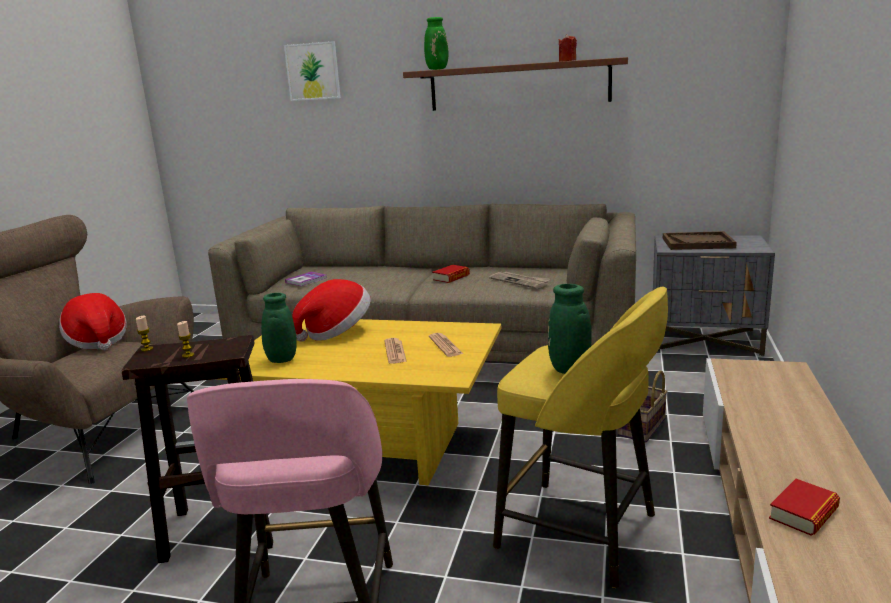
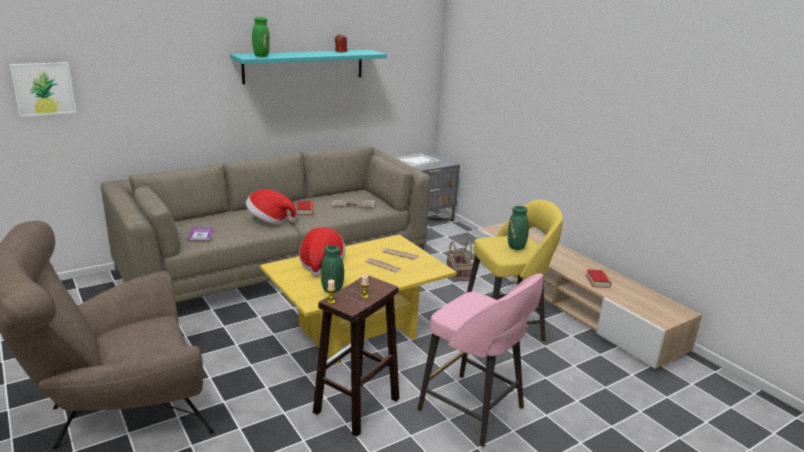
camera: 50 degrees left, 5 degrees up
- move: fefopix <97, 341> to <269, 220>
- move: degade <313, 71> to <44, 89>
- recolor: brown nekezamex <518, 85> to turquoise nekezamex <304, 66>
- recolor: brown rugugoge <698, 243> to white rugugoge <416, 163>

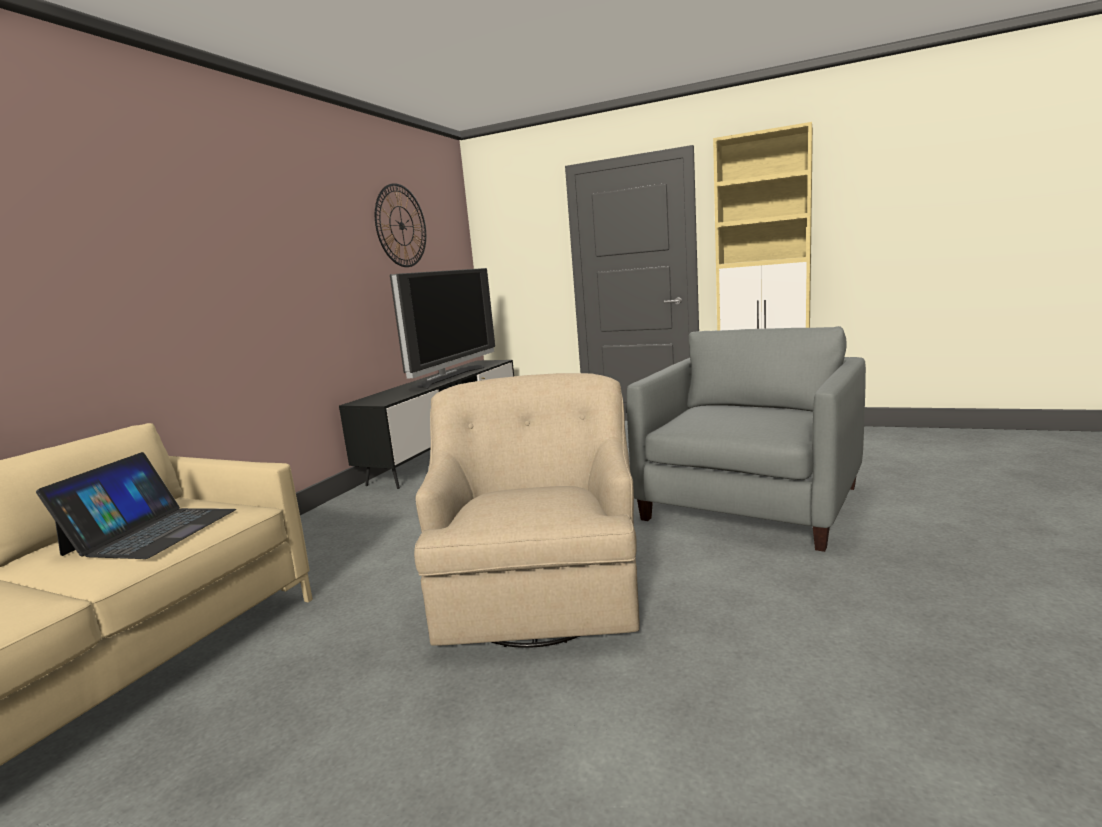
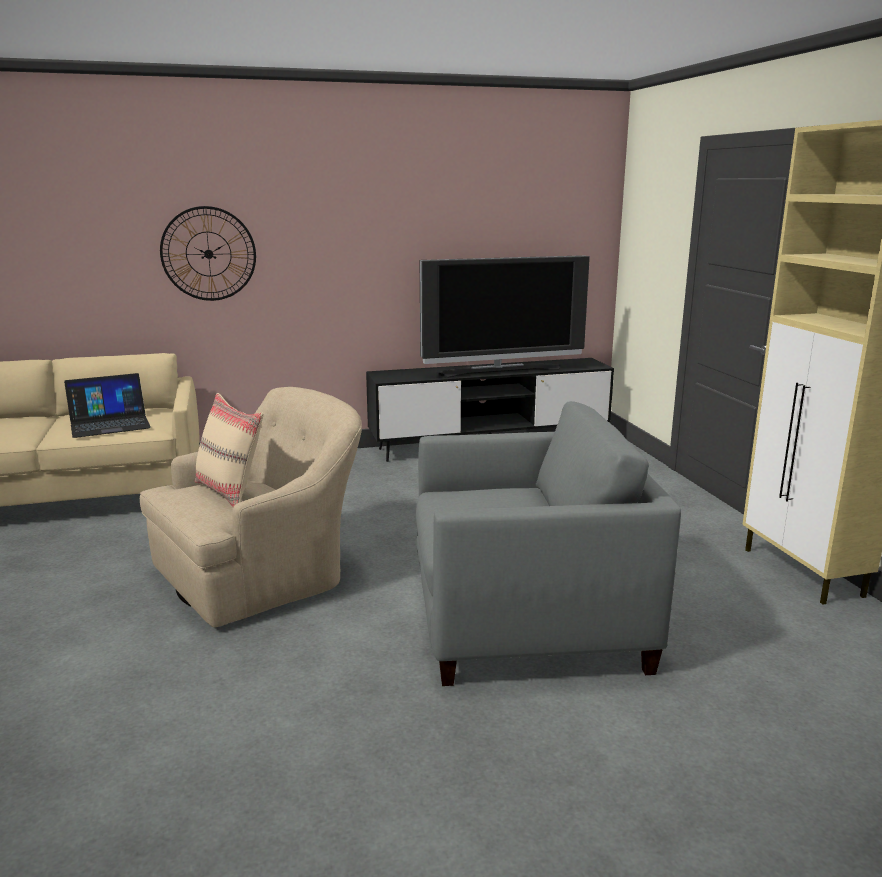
camera: 50 degrees right, 5 degrees up
- move: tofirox <401, 226> to <208, 254>
- insert: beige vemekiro <230, 492>

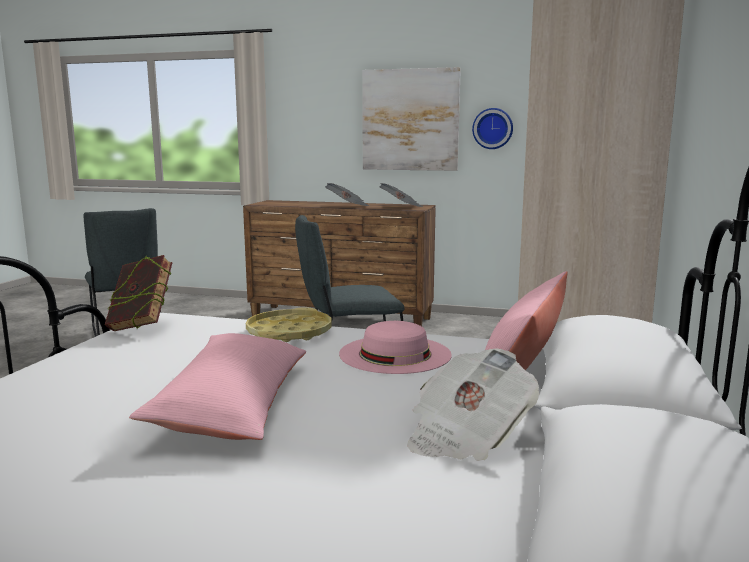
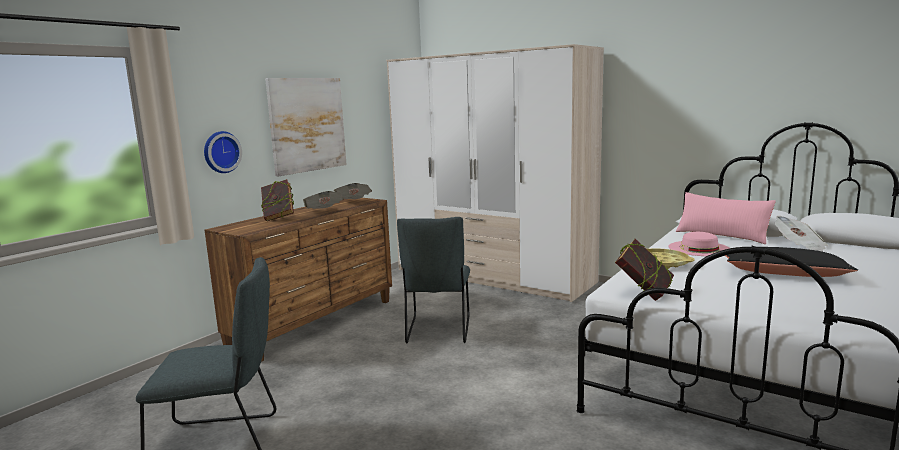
camera: 70 degrees left, 0 degrees up
- recolor: pink vemekiro <233, 404> to black vemekiro <784, 274>
- move: tofirox <492, 128> to <221, 152>
- insert: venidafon <279, 218>

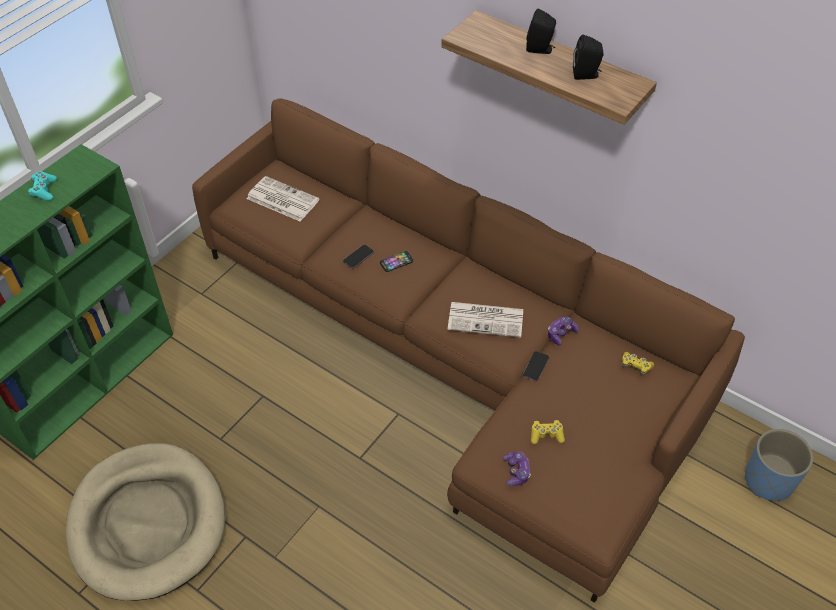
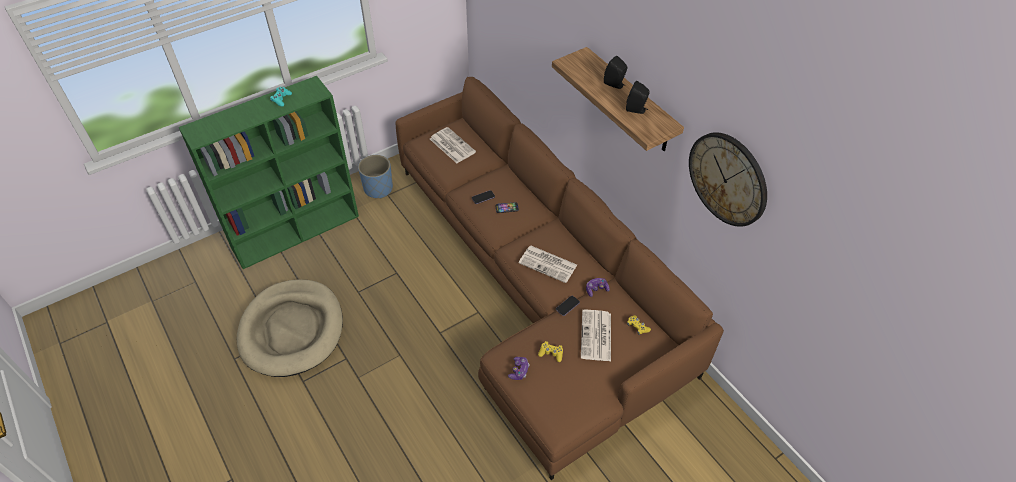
camera: 20 degrees right, 0 degrees up
- move: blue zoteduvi <768, 480> to <378, 189>
- insert: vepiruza <596, 336>
- insert: tofirox <728, 179>

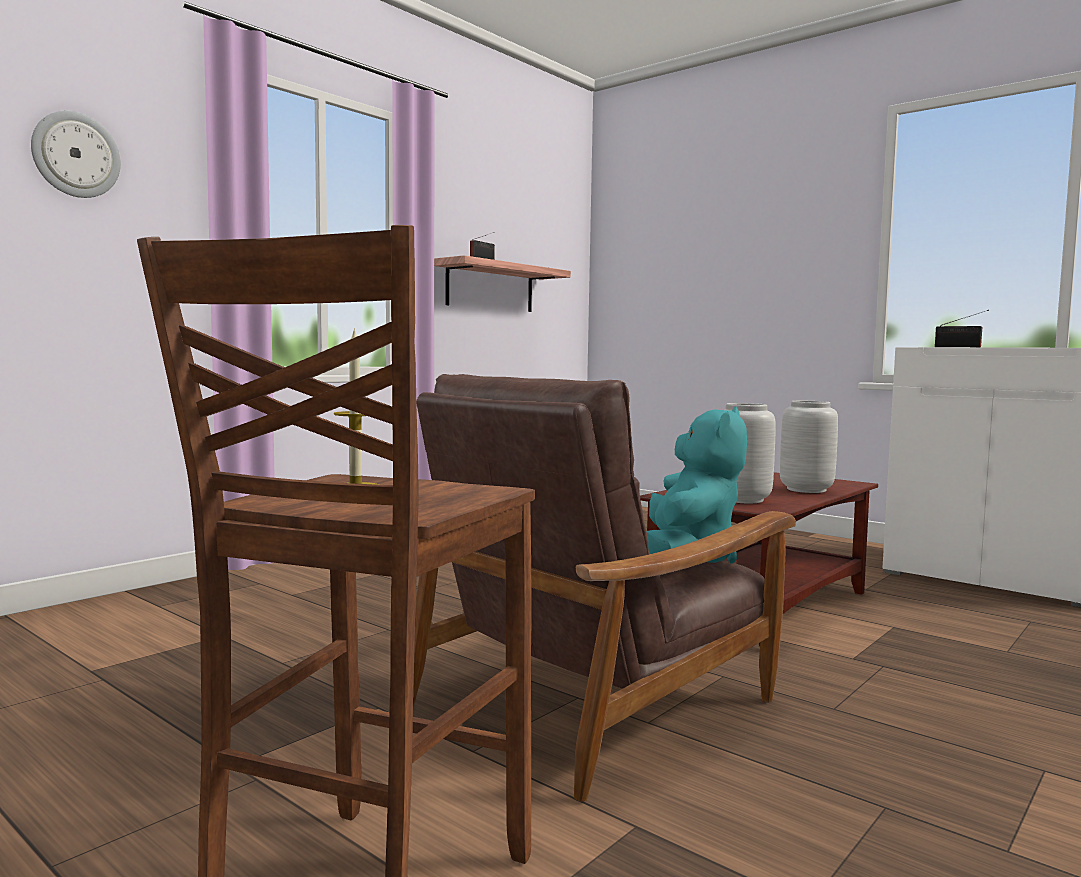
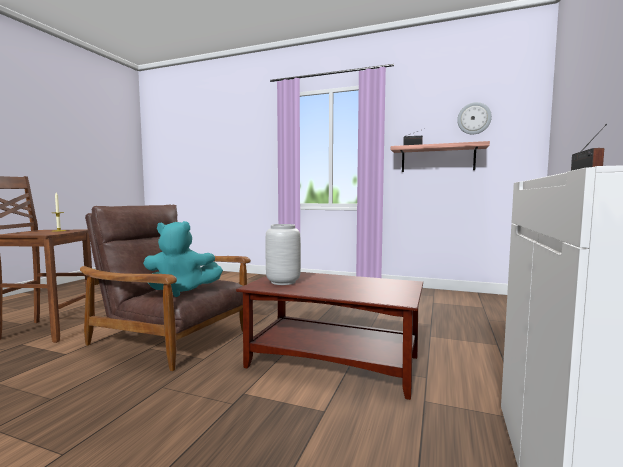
camera: 70 degrees right, 0 degrees up
- move: tofirox <76, 155> to <474, 118>
- delete: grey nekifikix <806, 490>

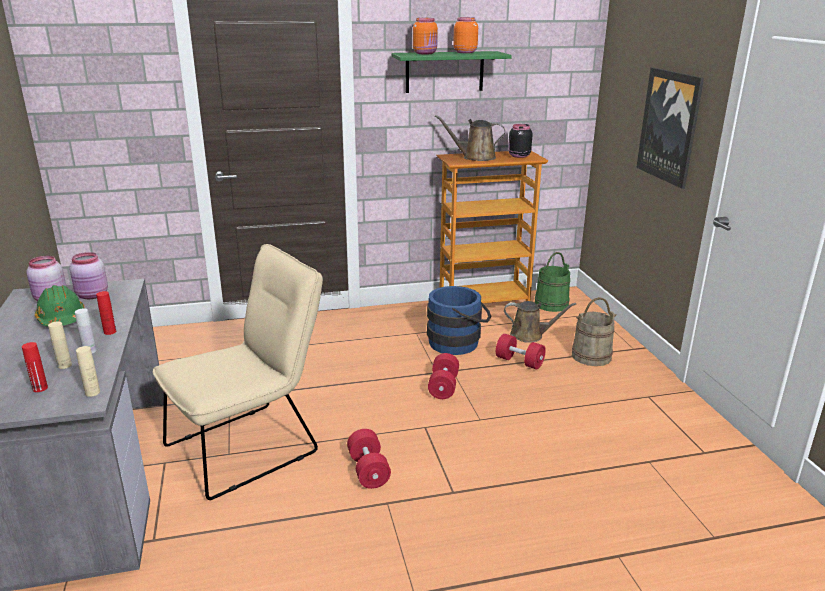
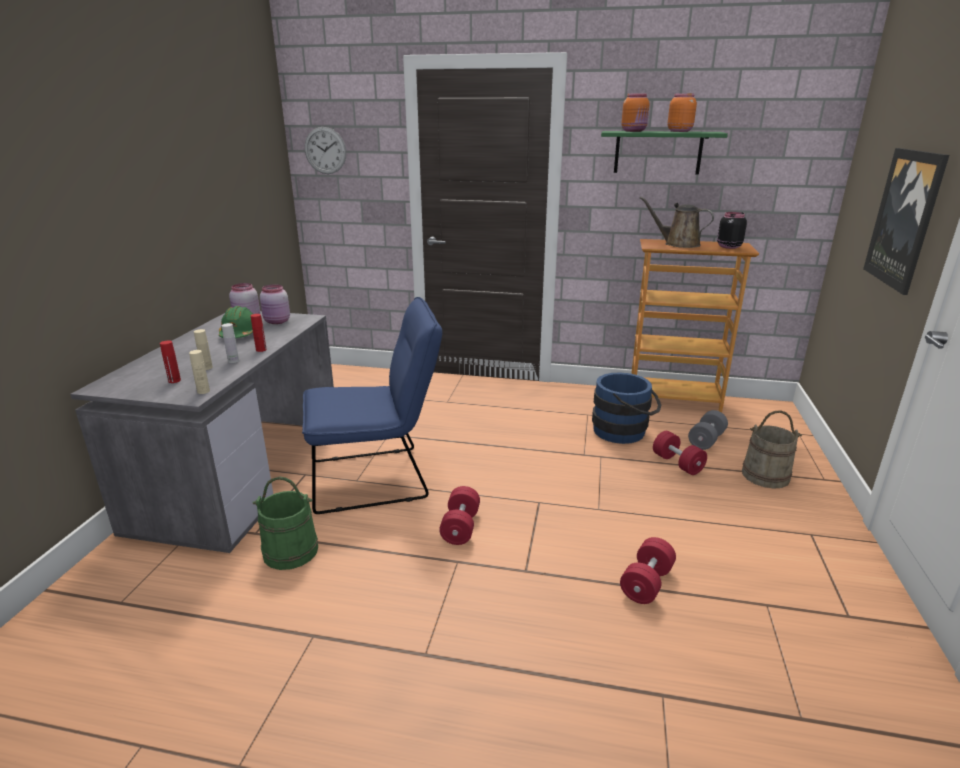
camera: 25 degrees right, 0 degrees up
- recolor: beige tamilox <251, 445> to blue tamilox <378, 478>
- move: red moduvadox <443, 387> to <646, 583>
- replace: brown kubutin <530, 335> to grey moduvadox <706, 440>
- move: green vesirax <551, 304> to <291, 551>
- insert: tofirox <325, 150>

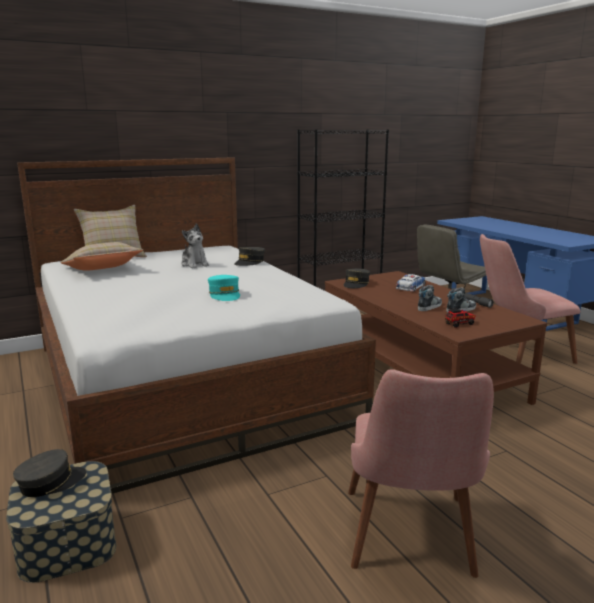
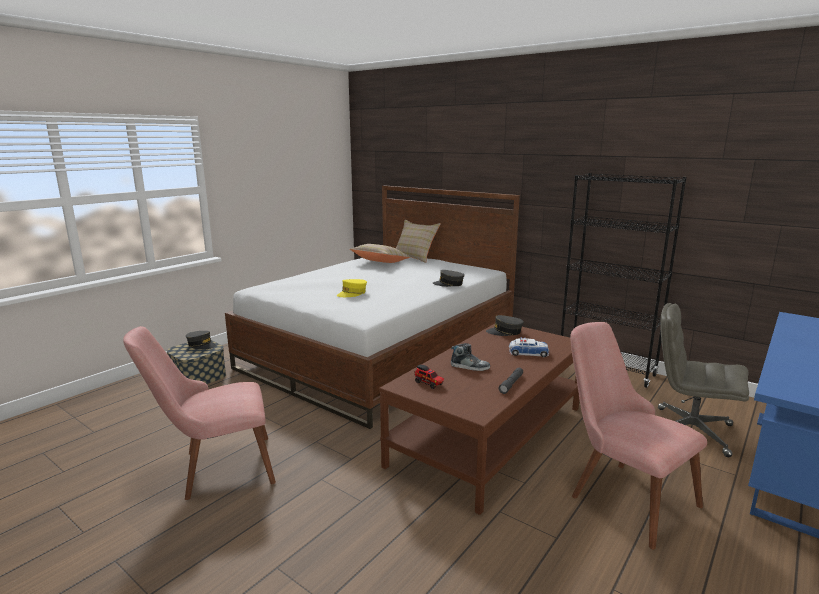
camera: 65 degrees right, 0 degrees up
- delete: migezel <194, 264>
- recolor: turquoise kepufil <225, 295> to yellow kepufil <352, 293>
- delete: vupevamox <461, 309>

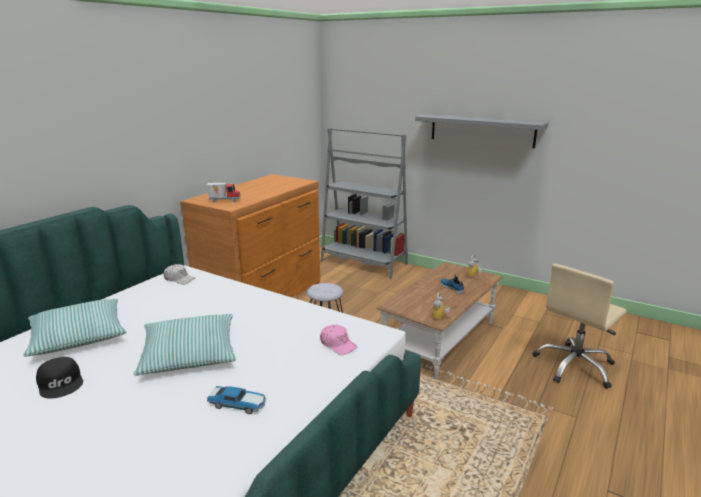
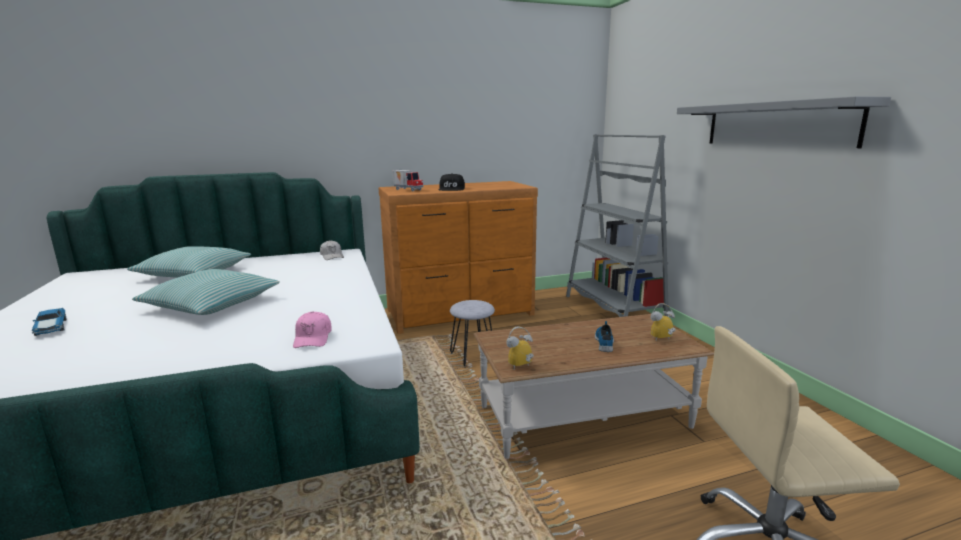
camera: 40 degrees right, 5 degrees down
- move: black kepufil <61, 383> to <452, 189>
- move: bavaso <238, 404> to <51, 327>

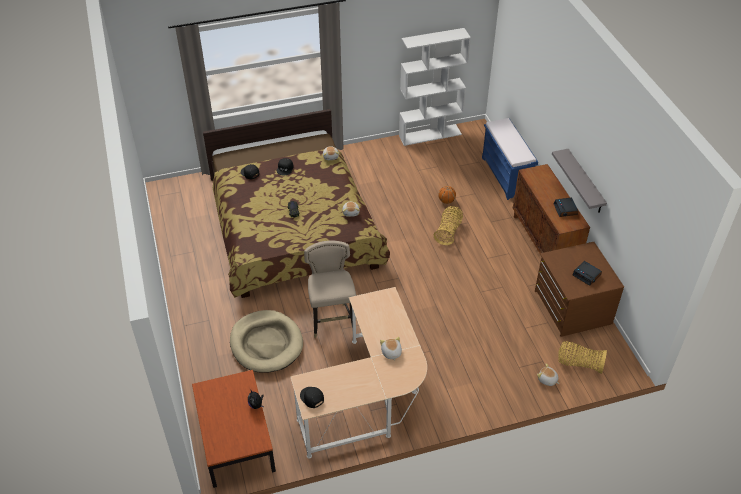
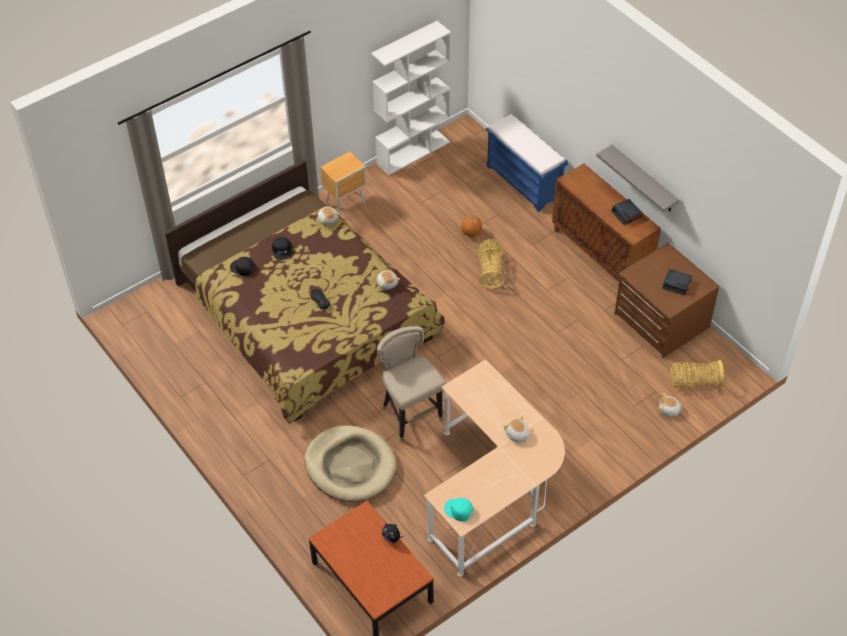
camera: 20 degrees left, 5 degrees up
- recolor: black kepufil <311, 397> to turquoise kepufil <458, 510>
- insert: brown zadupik <346, 204>

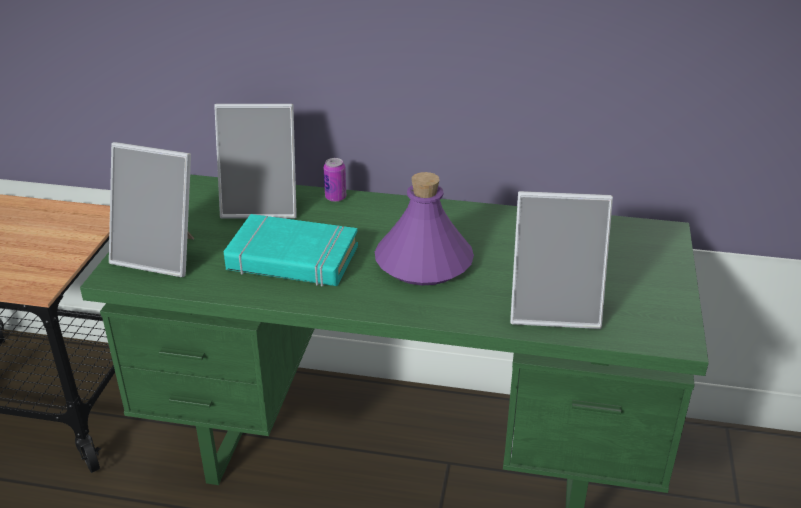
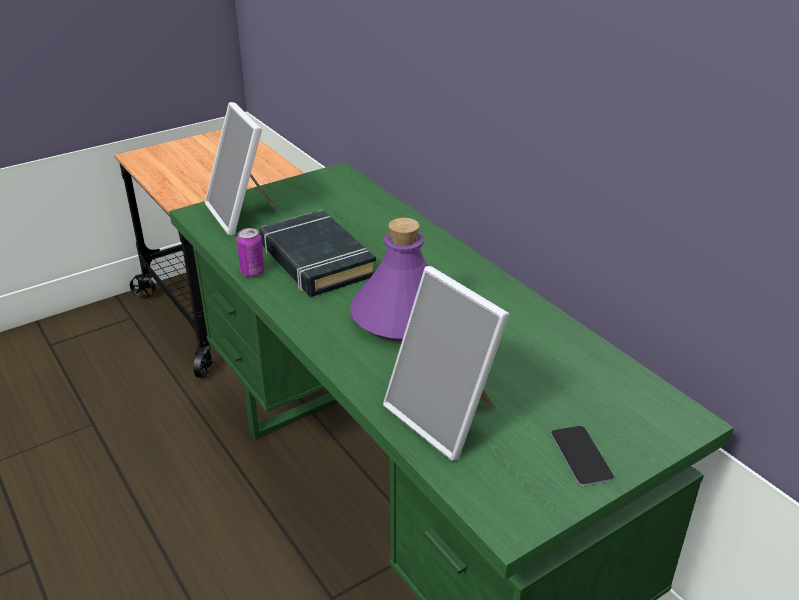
camera: 45 degrees right, 0 degrees up
- delete: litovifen <262, 205>
- recolor: turquoise venidafon <292, 259> to black venidafon <316, 260>
- move: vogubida <335, 197> to <252, 272>
- insert: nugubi <581, 456>

